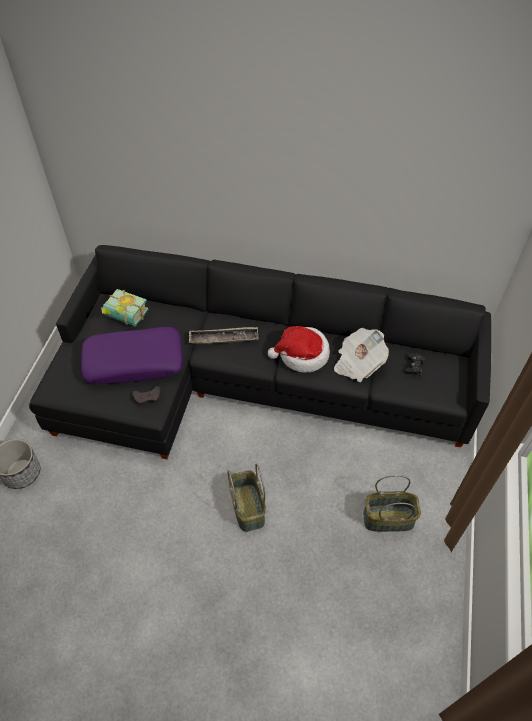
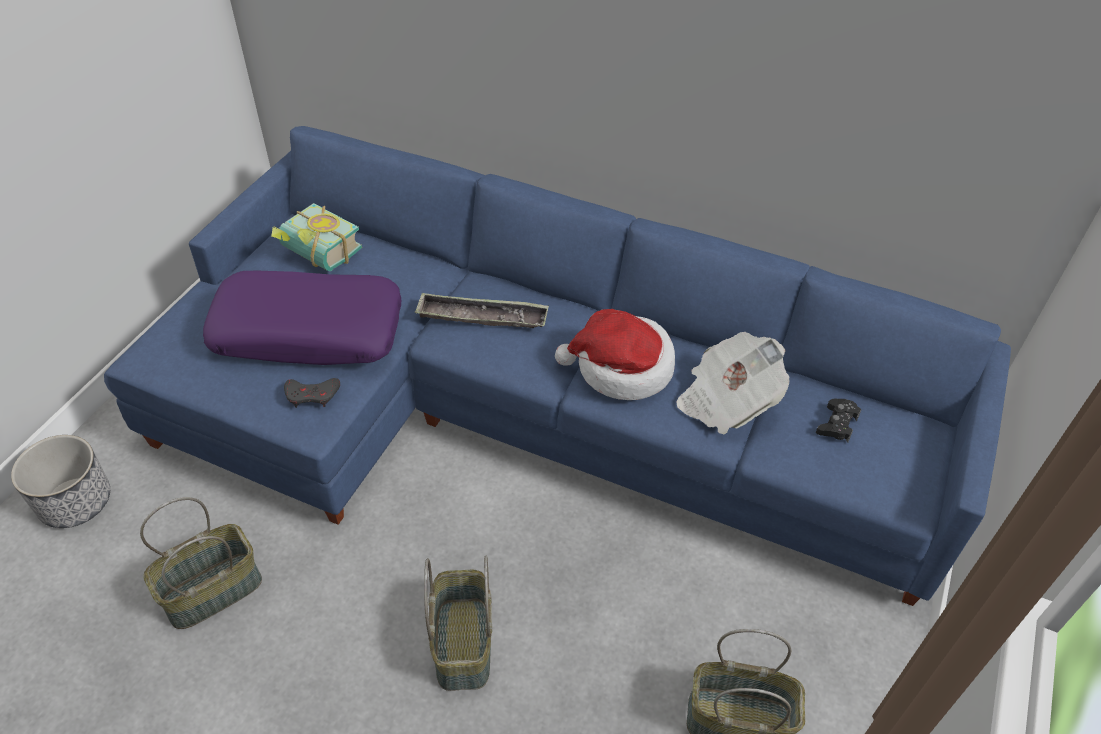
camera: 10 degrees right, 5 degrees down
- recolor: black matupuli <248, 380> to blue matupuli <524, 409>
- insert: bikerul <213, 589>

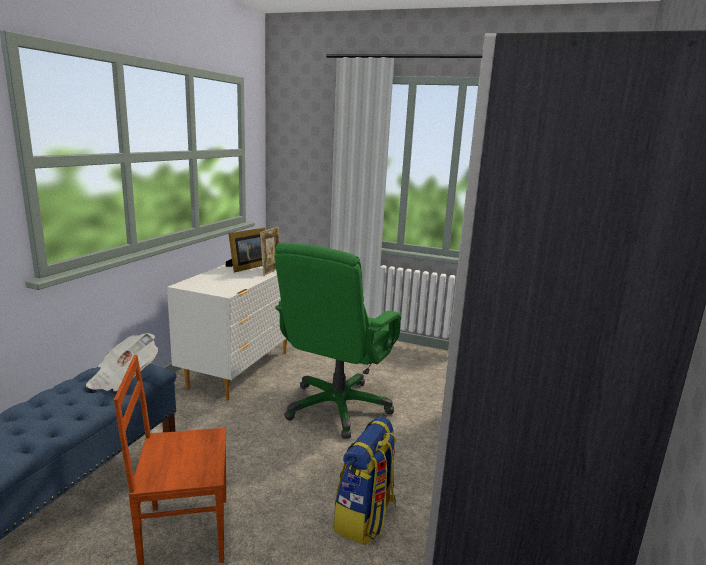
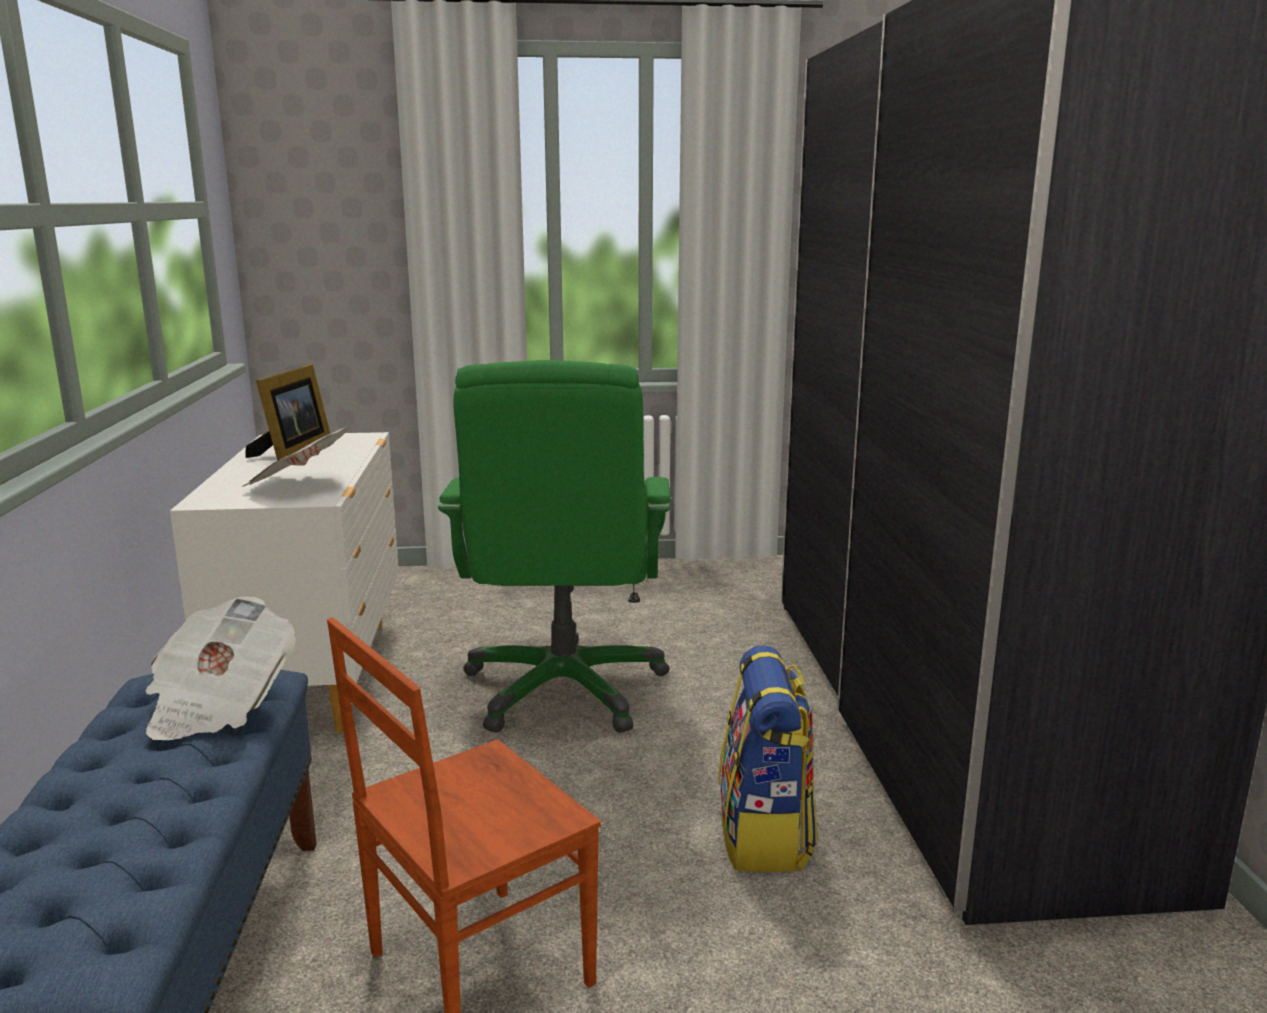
camera: 25 degrees left, 0 degrees up
- delete: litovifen <271, 271>
- insert: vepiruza <299, 485>

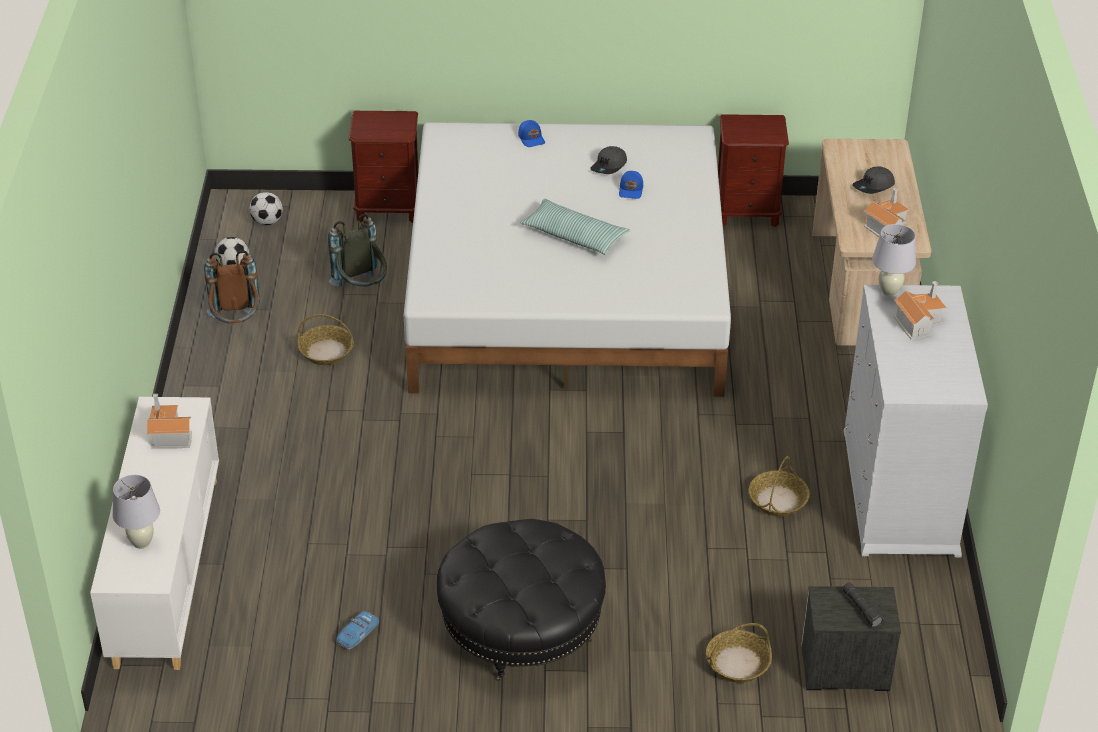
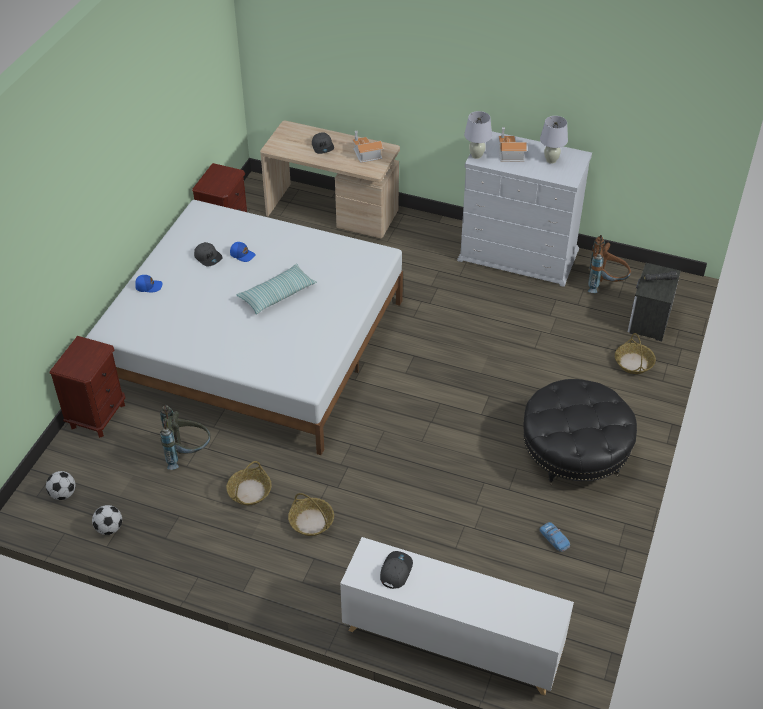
camera: 70 degrees left, 5 degrees up
- move: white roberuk <142, 543> to <551, 160>
- replace: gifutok <168, 434> to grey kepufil <395, 571>
- move: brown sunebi <236, 325> to <605, 284>
- move: bikerul <778, 500> to <311, 521>

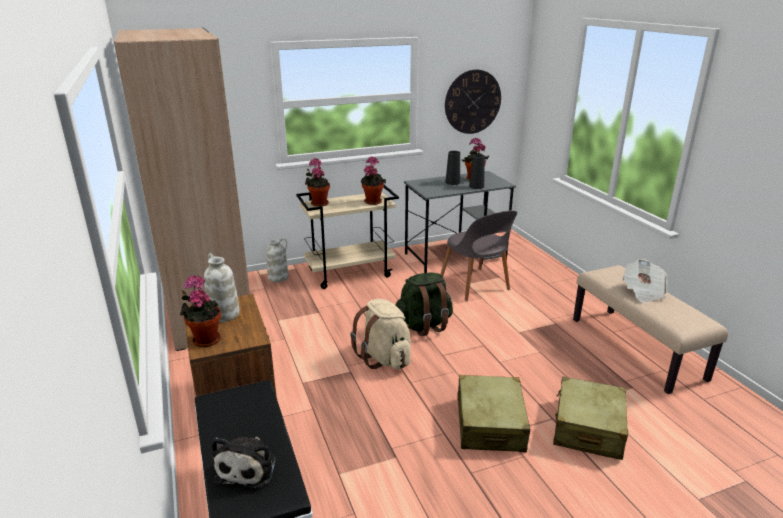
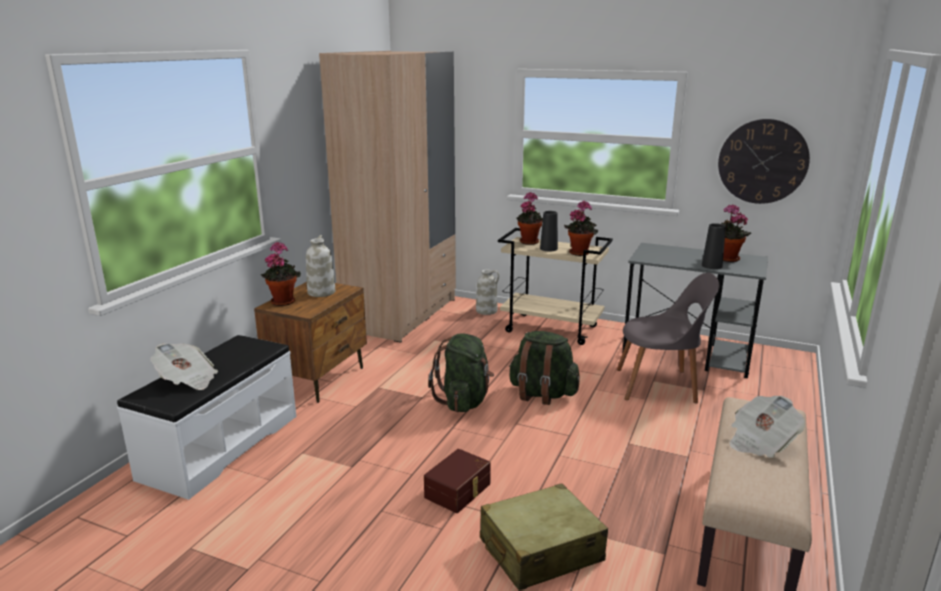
camera: 45 degrees right, 5 degrees down
- replace: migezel <248, 467> to vepiruza <187, 380>
- recolor: beige sunebi <384, 358> to green sunebi <464, 401>
- rotate: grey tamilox <475, 285> = <660, 386> 105 degrees counterclockwise
- move: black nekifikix <452, 182> to <548, 248>
- replace: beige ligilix <490, 424> to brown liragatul <459, 491>

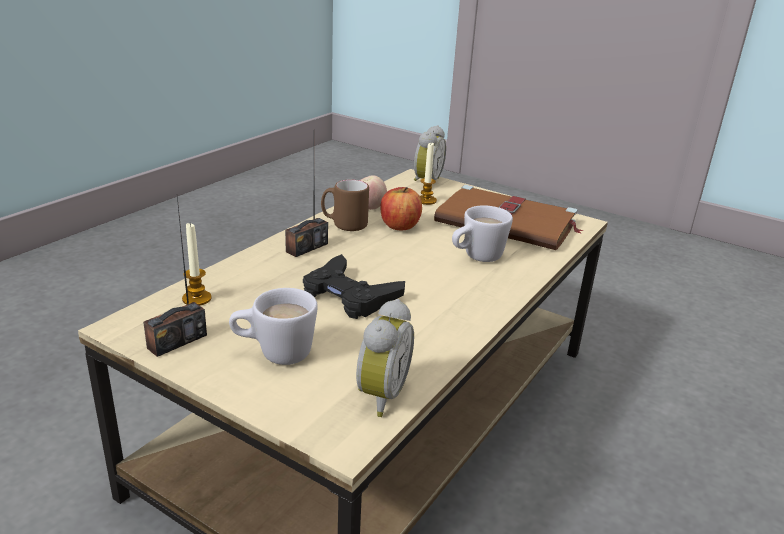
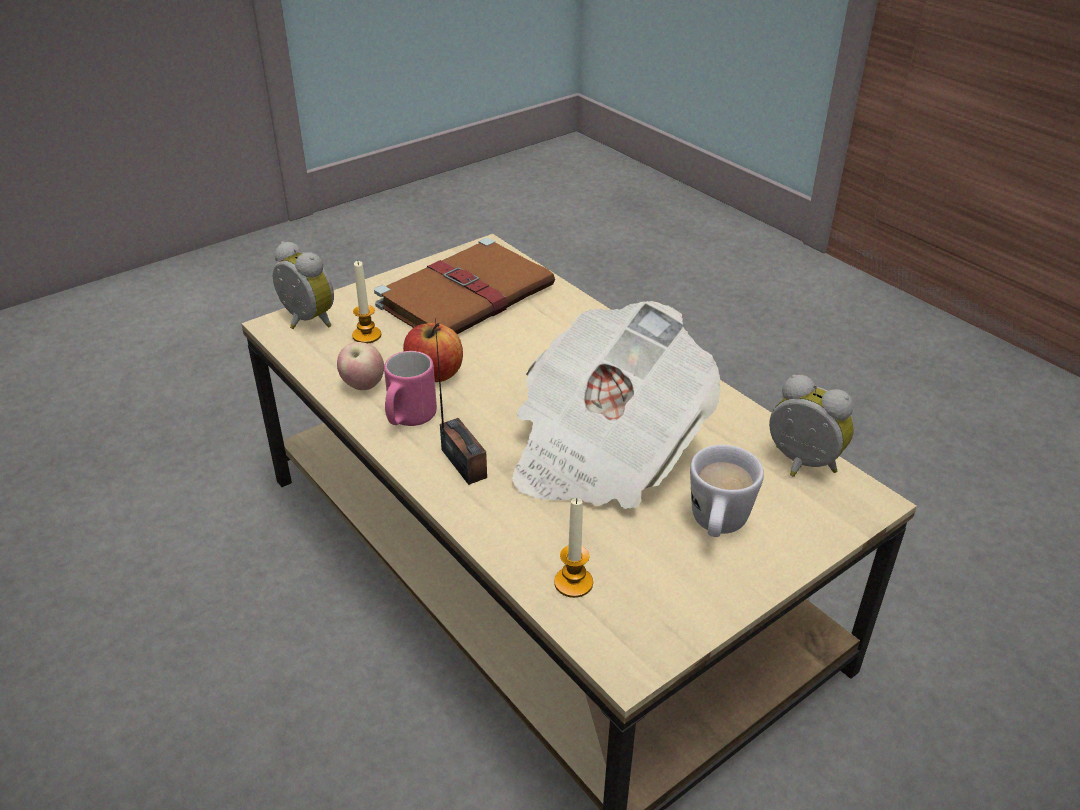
camera: 70 degrees left, 10 degrees up
- delete: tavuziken <177, 341>
- replace: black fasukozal <349, 295> to vepiruza <603, 449>
- recolor: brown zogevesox <344, 225> to pink zogevesox <408, 419>
- delete: white zogevesox <476, 258>

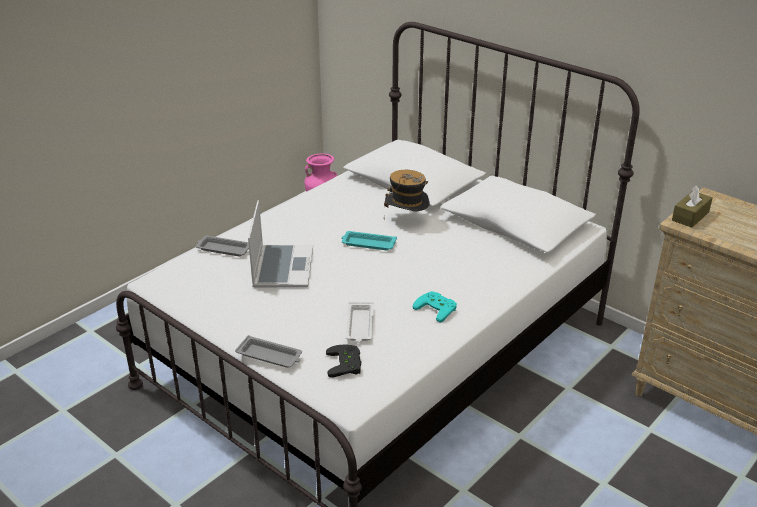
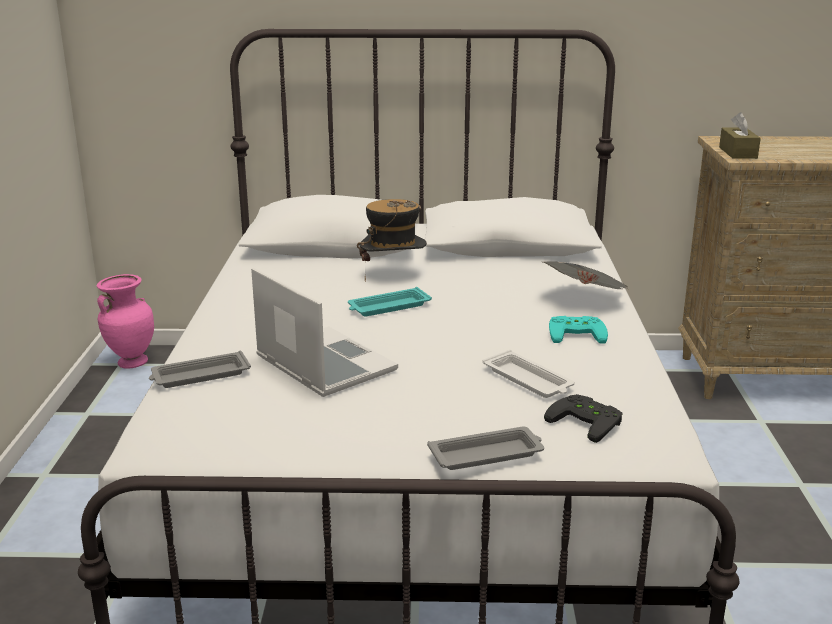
camera: 40 degrees left, 10 degrees down
- insert: vepiruza <586, 299>

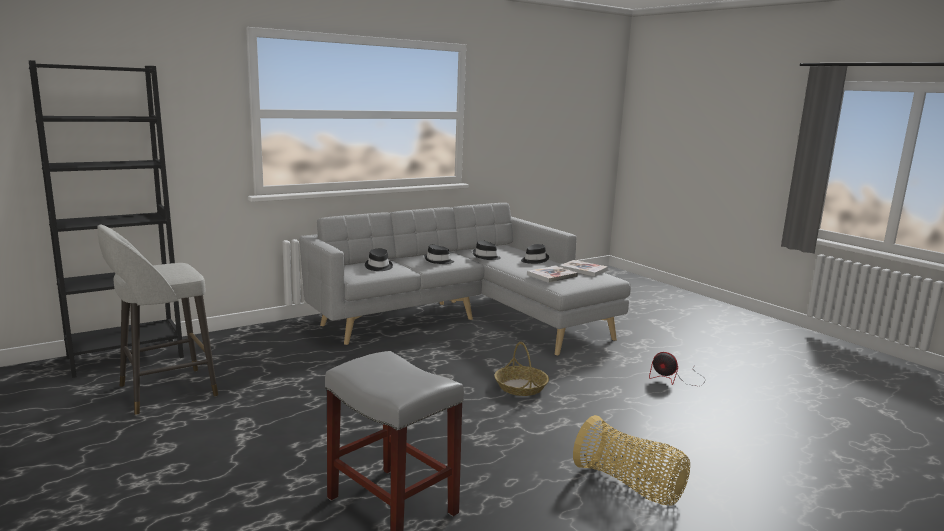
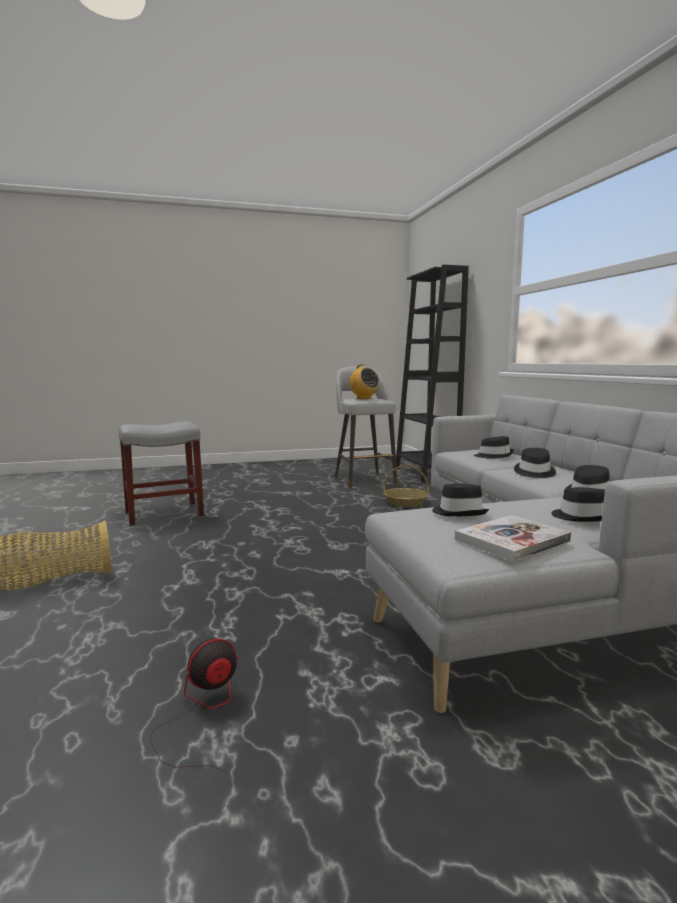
camera: 110 degrees right, 5 degrees down
- move: bikerul <520, 387> to <405, 502>
- replace: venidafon <552, 275> to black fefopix <459, 512>
- insert: tavuziken <363, 398>

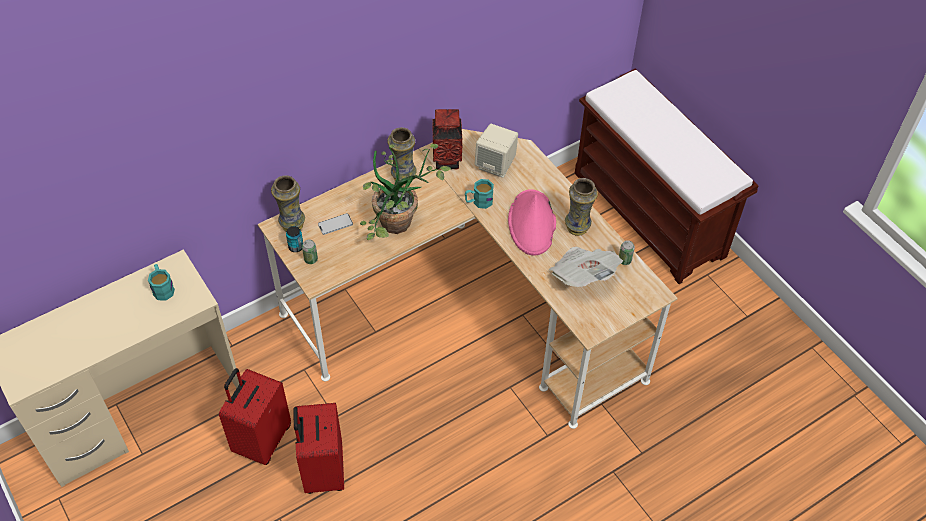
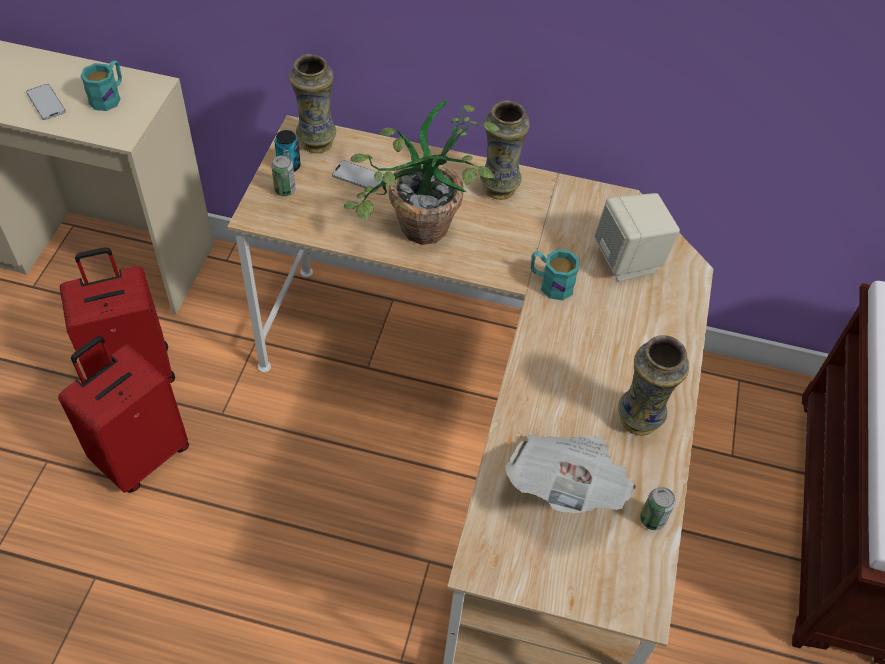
camera: 45 degrees right, 0 degrees up
- delete: nekifikix <447, 161>
- delete: pink fefopix <532, 223>
- insert: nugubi <46, 103>

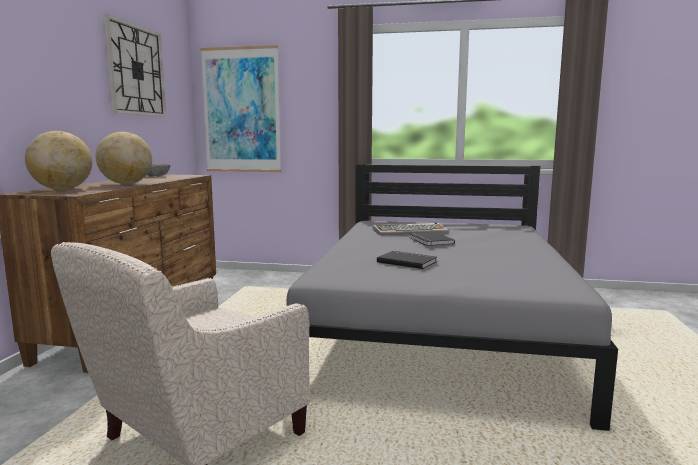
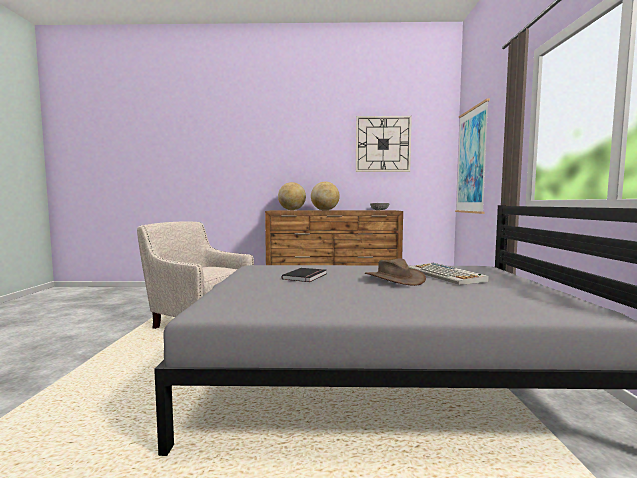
camera: 80 degrees right, 5 degrees down
- replace: black venidafon <430, 241> to brown fefopix <394, 279>

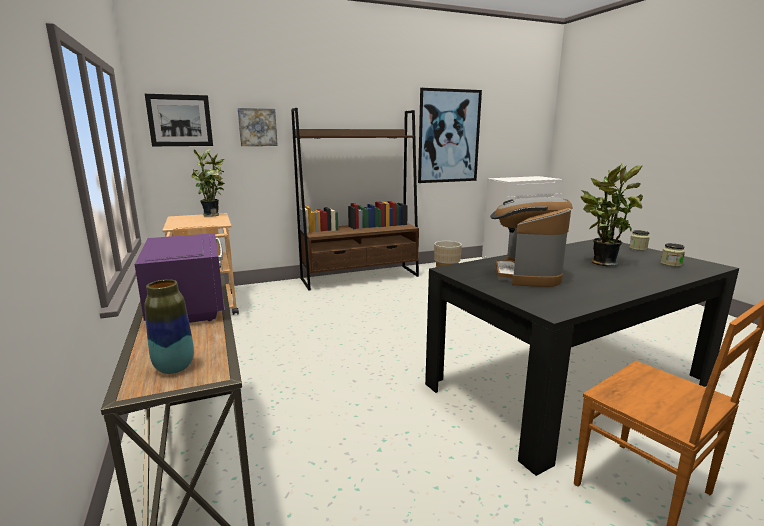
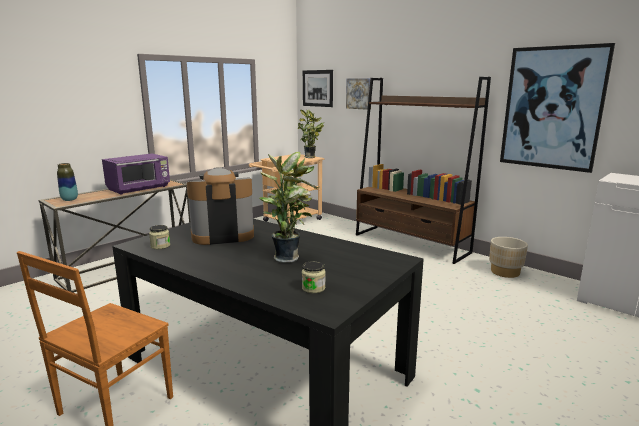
camera: 65 degrees right, 0 degrees up
- move: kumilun <638, 248> to <160, 246>

